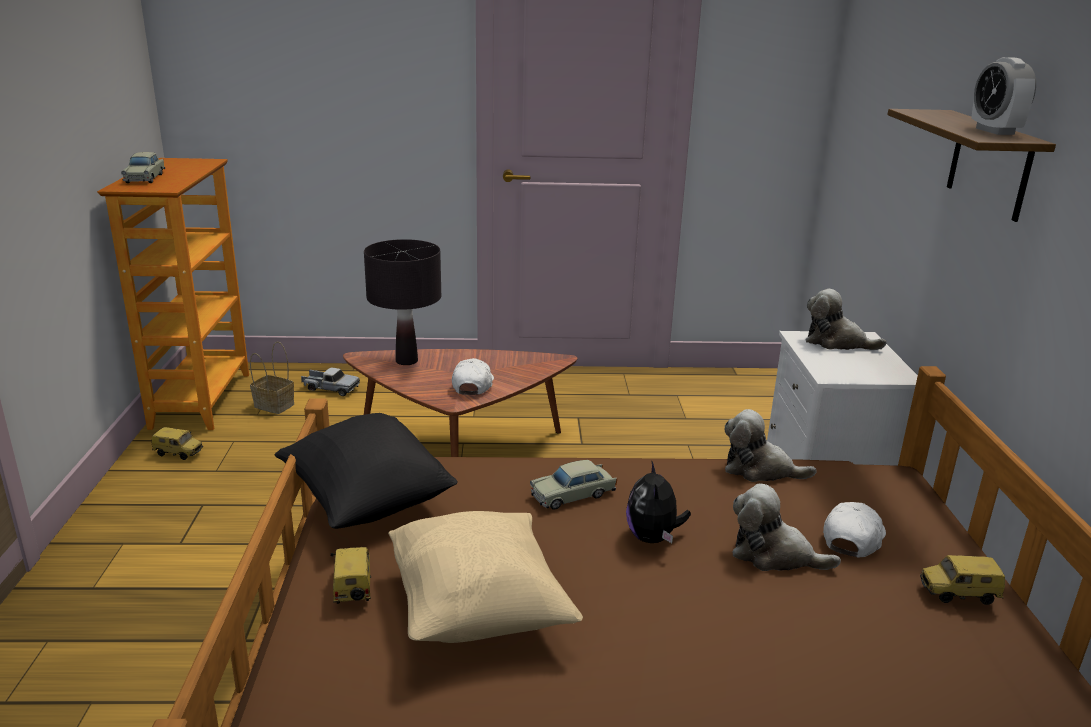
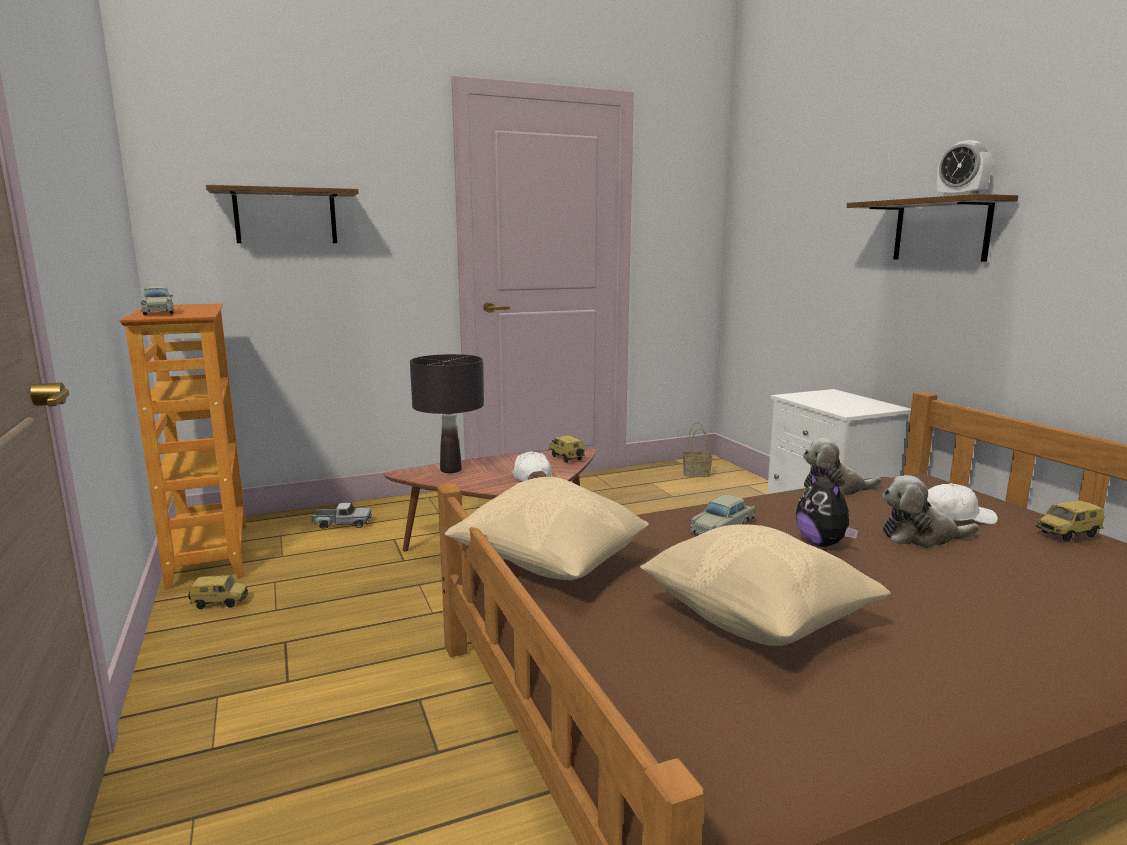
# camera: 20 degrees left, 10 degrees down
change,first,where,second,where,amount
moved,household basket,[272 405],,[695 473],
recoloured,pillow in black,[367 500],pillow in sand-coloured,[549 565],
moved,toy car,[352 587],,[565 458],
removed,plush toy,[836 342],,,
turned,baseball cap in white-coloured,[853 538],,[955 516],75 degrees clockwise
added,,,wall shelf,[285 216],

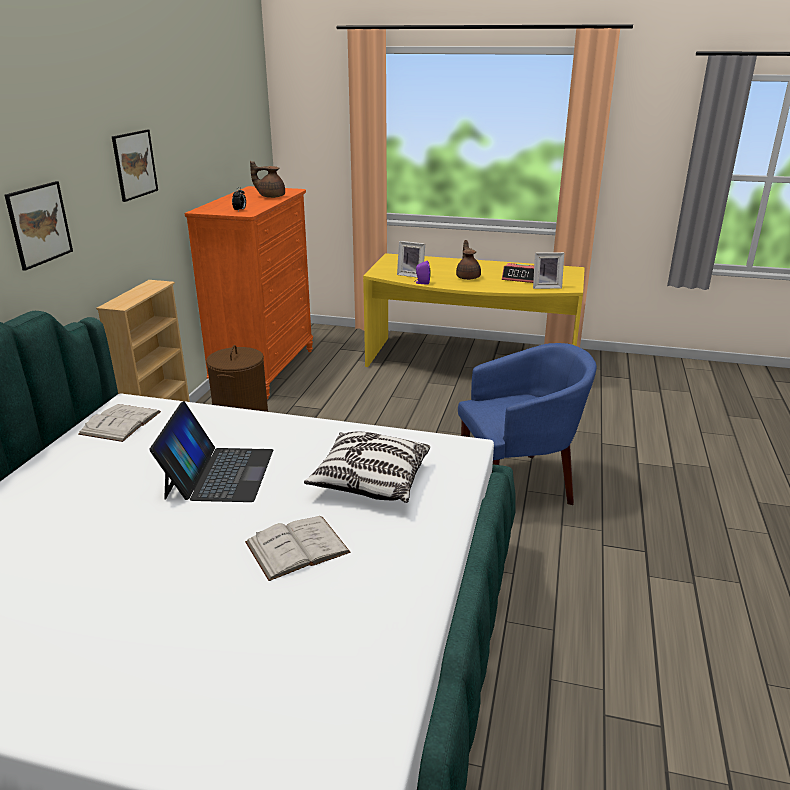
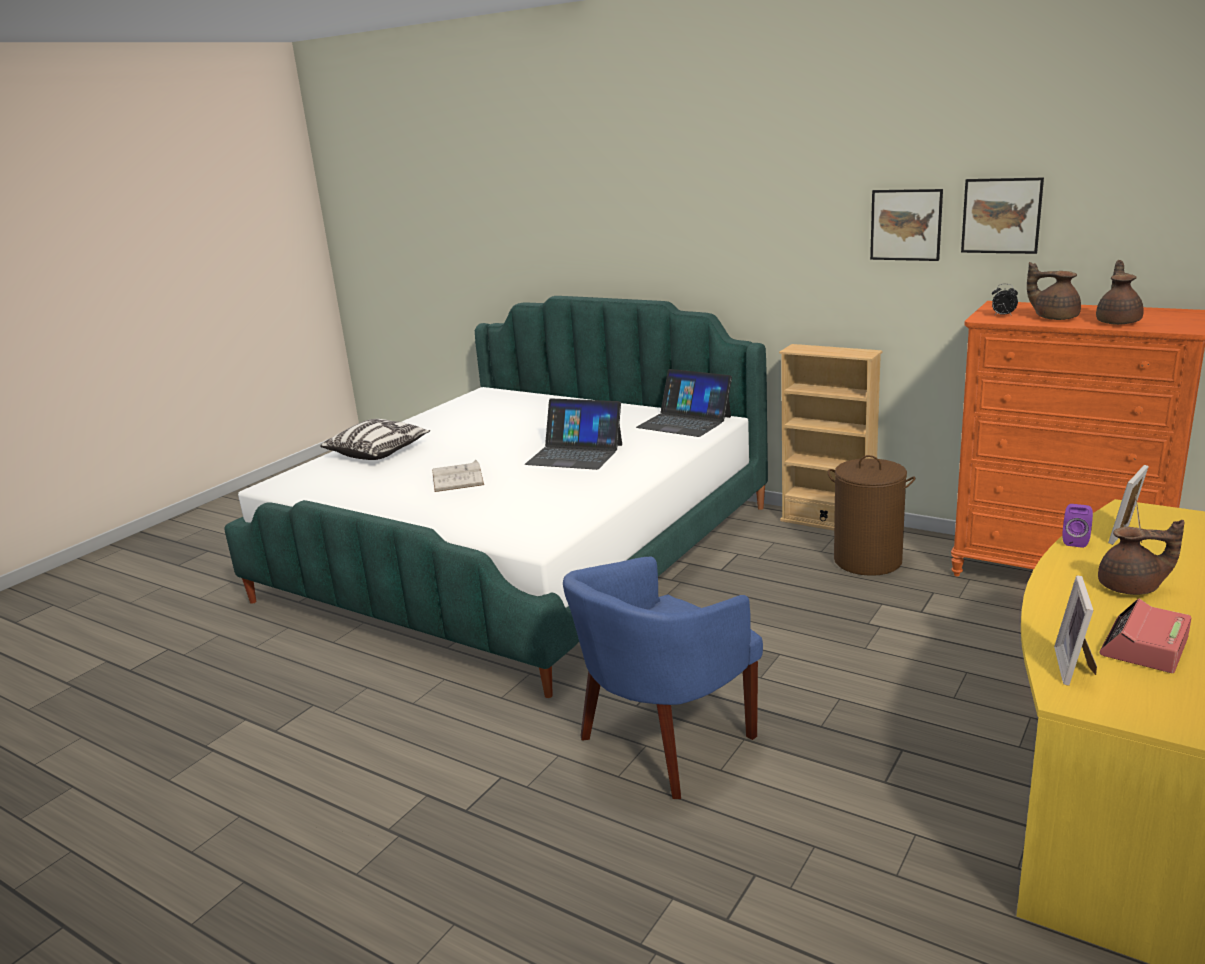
# camera: 110 degrees right, 5 degrees down
change,first,where,second,where,amount
moved,wall picture,[39 224],,[1001 215],
replaced,book in white-coloured,[120 423],portable computer,[684 422],
moved,pillow,[370 481],,[378 452],
turned,lounge chair in blue,[519 484],,[664 742],45 degrees clockwise
added,,,pot for tea in brown-coloured,[1054 317],

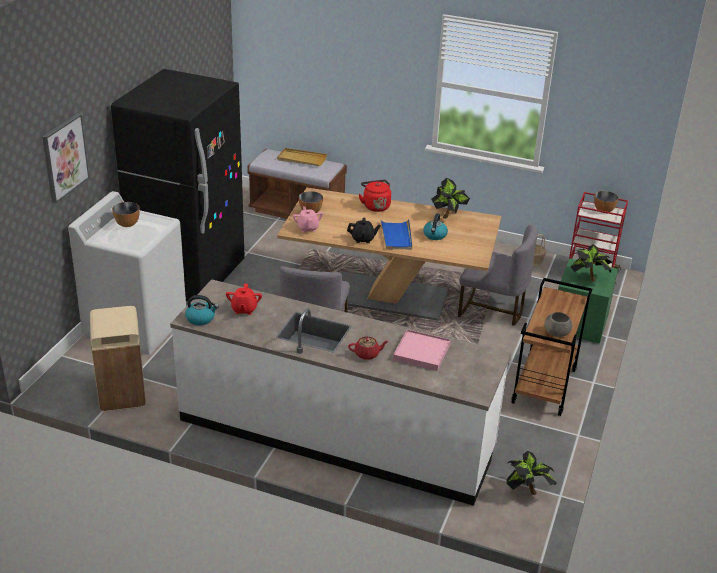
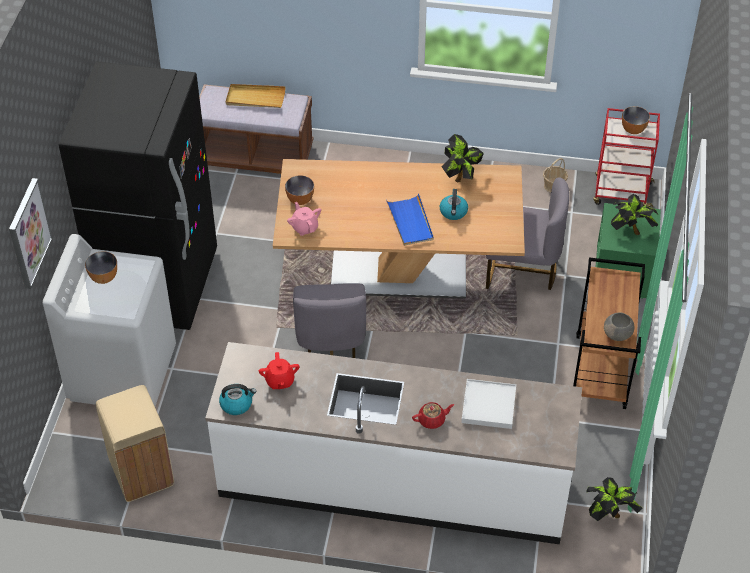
# camera: 10 degrees left, 15 degrees up
change,first,where,second,where,amount
removed,pot for tea in black,[363 239],,,
removed,kettle in reddish,[375 206],,,
recoloured,carrying tray in pink-coloured,[422 352],carrying tray in white-coloured,[489 405],

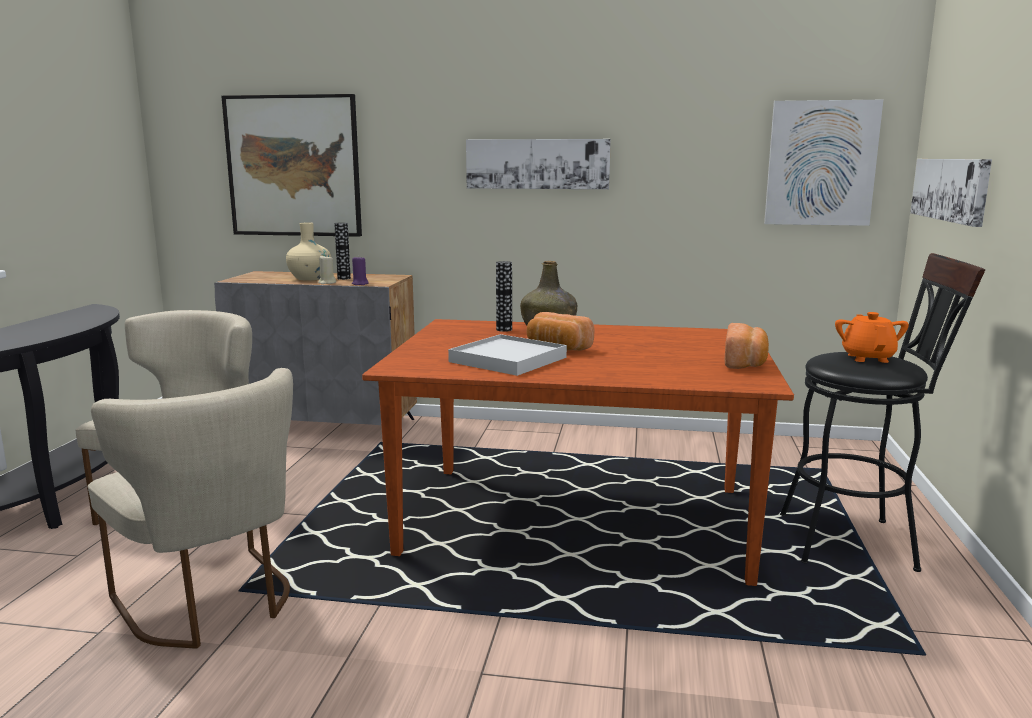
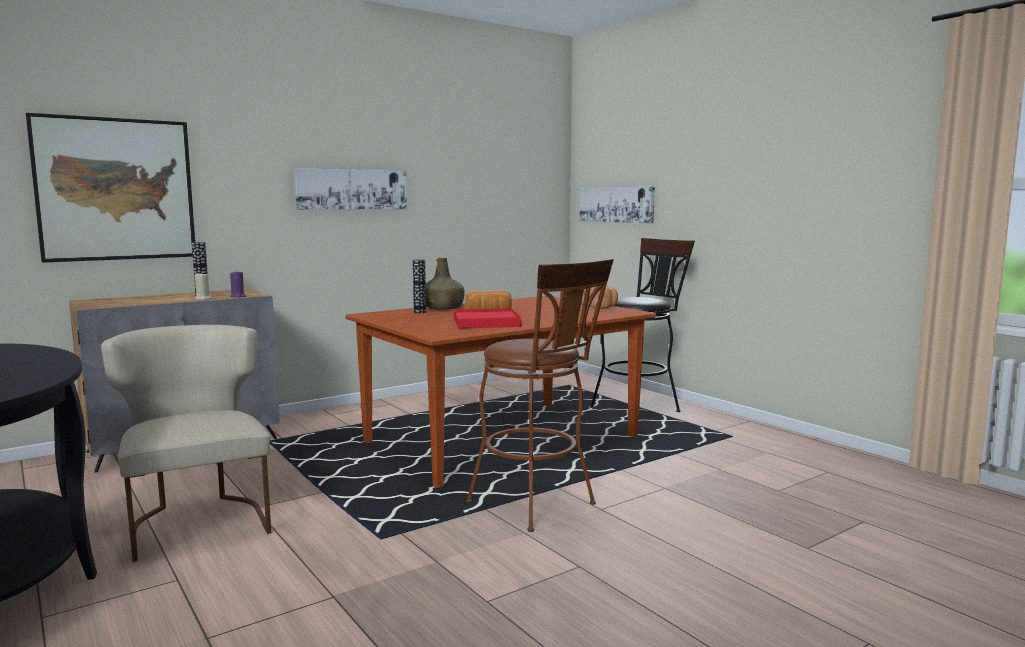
# camera: 45 degrees left, 5 degrees down
change,first,where,second,where,amount
removed,chair in sand-coloured,[212 604],,,
removed,decorative vase in sand-coloured,[310 278],,,
recoloured,carrying tray in white-coloured,[508 359],carrying tray in reddish,[486 322],
removed,wall picture,[821 163],,,
removed,pot for tea in orange,[867 358],,,
added,,,stool seat in brown-coloured,[538 506],

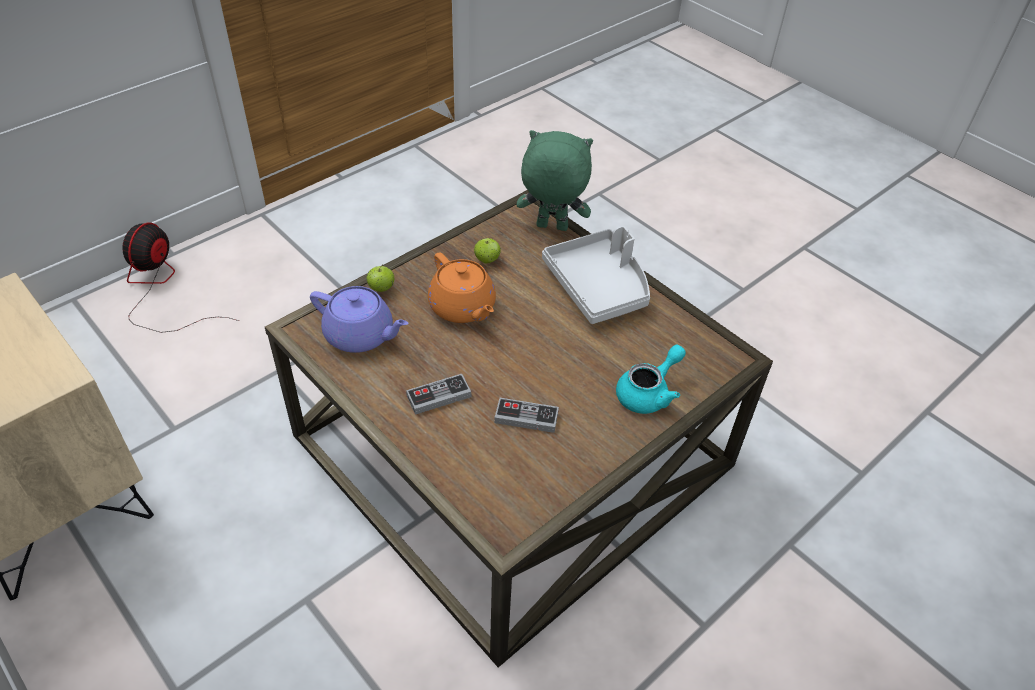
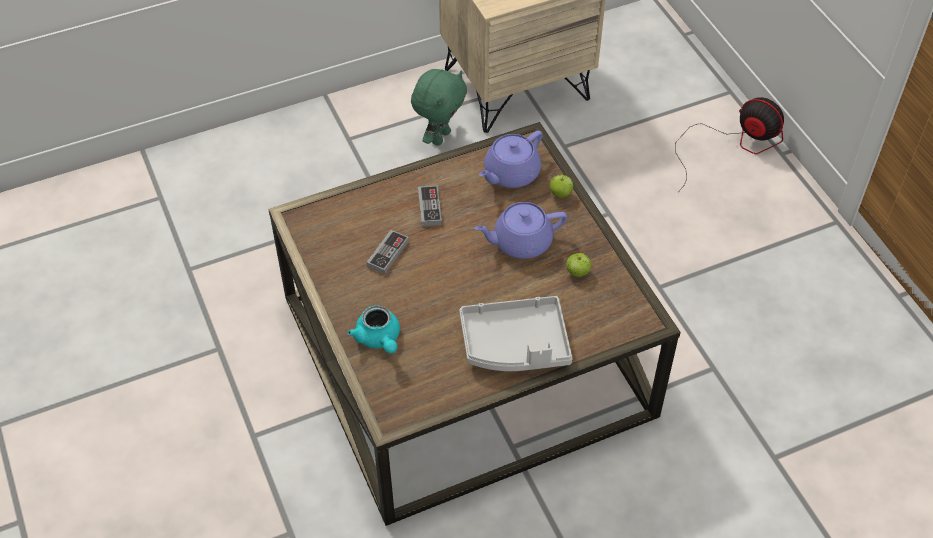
# camera: 110 degrees right, 5 degrees up
change,first,where,second,where,amount
recoloured,pot for tea in orange,[463 308],pot for tea in purple,[520 242],
moved,plush toy in green-coloured,[551 228],,[440 137],

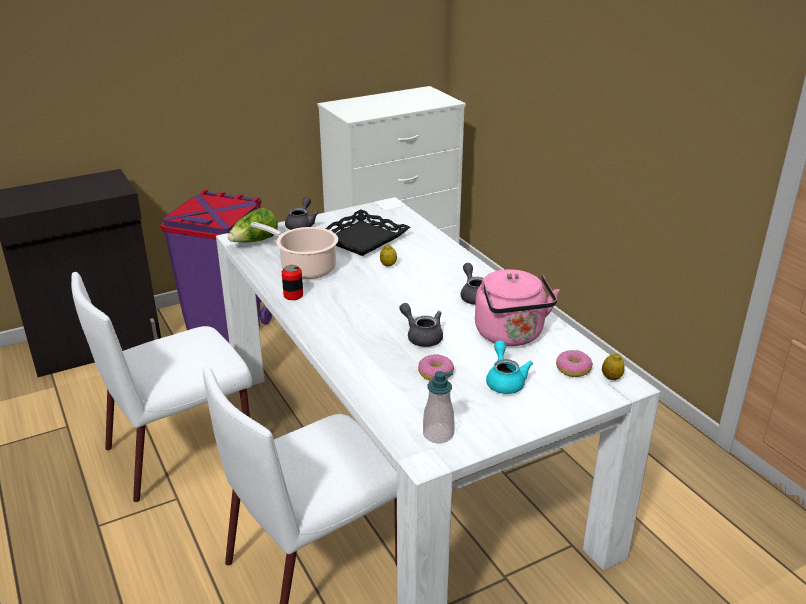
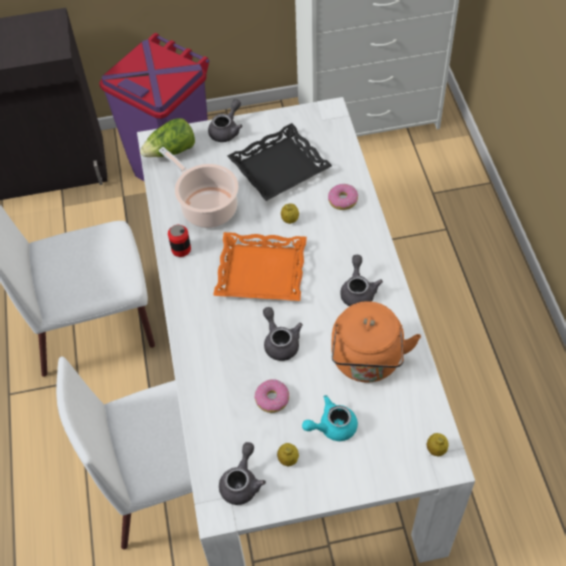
# camera: 20 degrees right, 25 degrees up
change,first,where,second,where,amount
replaced,liquid soap bottle,[438 434],pot for tea in greyish,[242 482],
recoloured,kettle in pink-coloured,[511 335],kettle in orange,[367 362],
turned,pot for tea in turquoise,[505 381],,[332 426],120 degrees counterclockwise
moved,donut,[573 369],,[343 200],
added,,,carrying tray in orange,[261 271],
added,,,citrus fruit,[288 459],

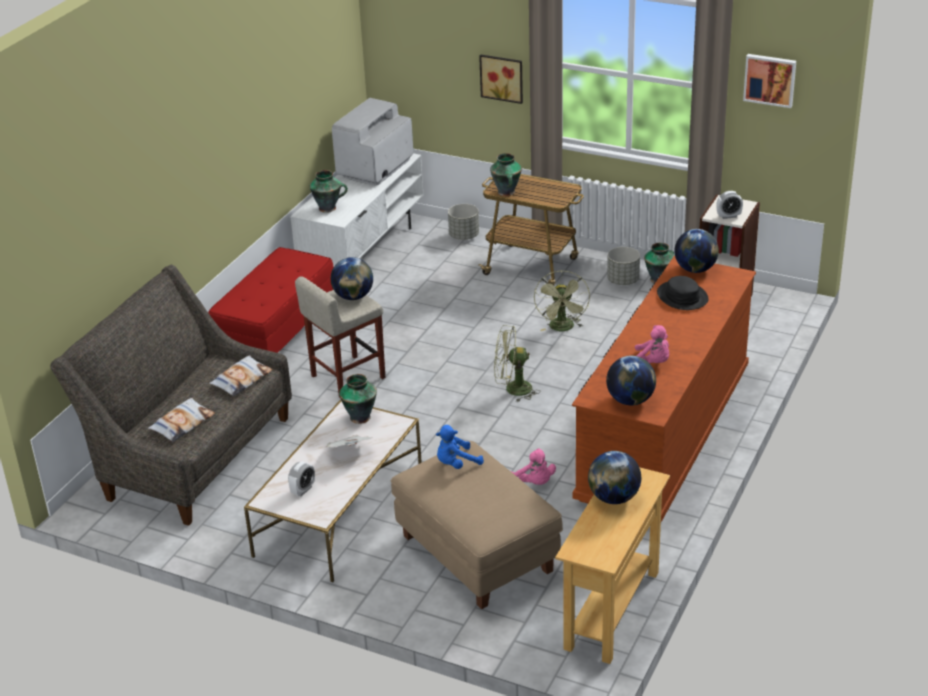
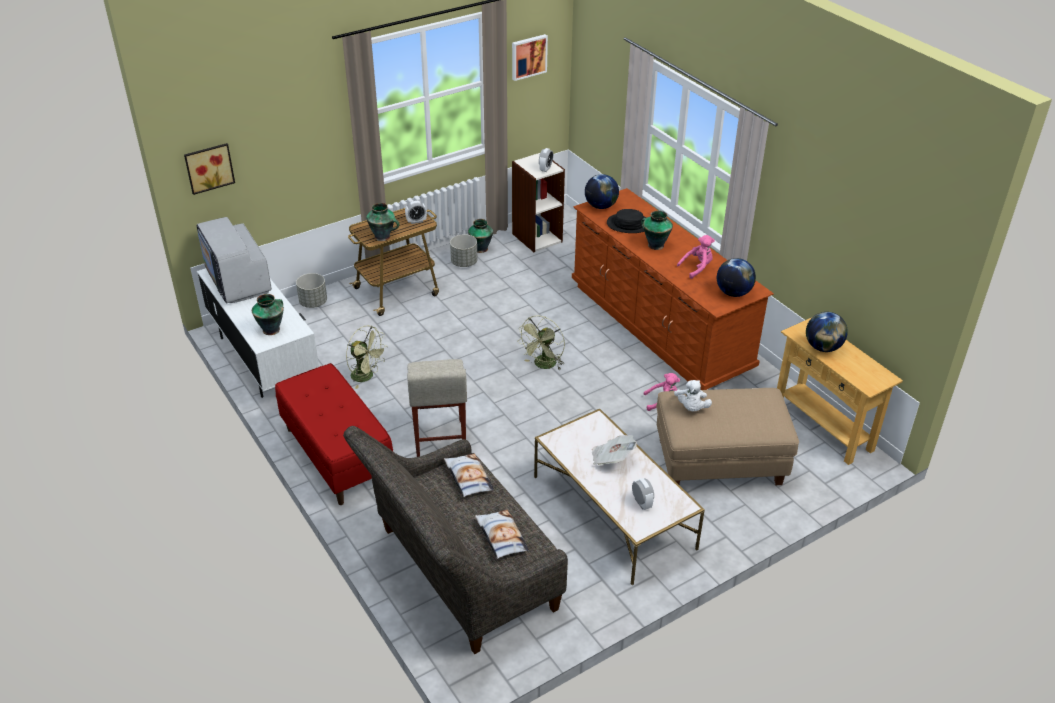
# camera: 60 degrees left, 5 degrees up
change,first,where,second,where,amount
removed,desk globe,[353 297],,,
moved,decorative vase,[360 417],,[655 245],
recoloured,plush toy in blue,[456 463],plush toy in white-coloured,[691 408],
moved,wall picture,[502 77],,[209 167],
moved,fan in green-coloured,[563 328],,[367 376],
added,,,table clock,[416 221],

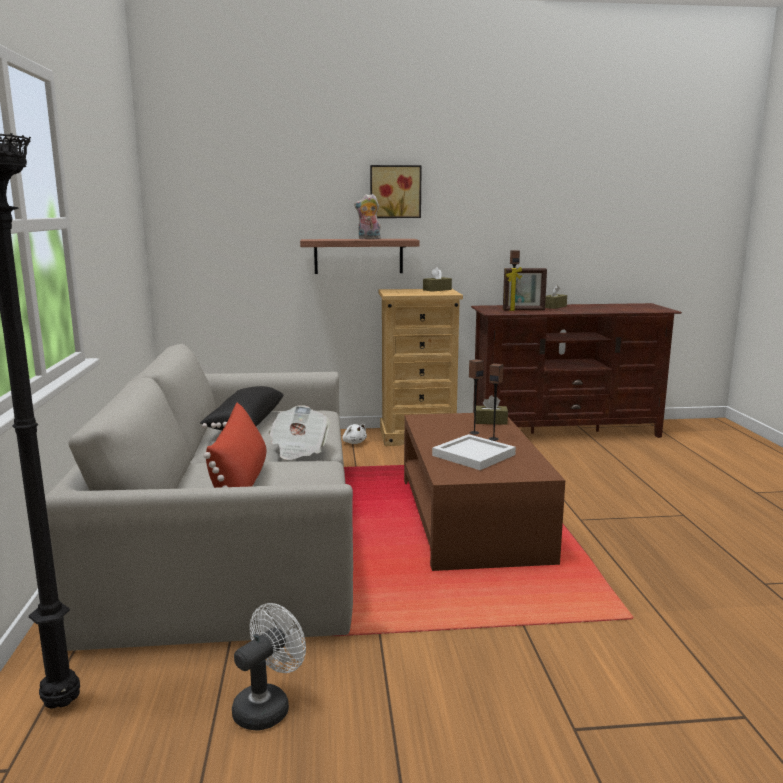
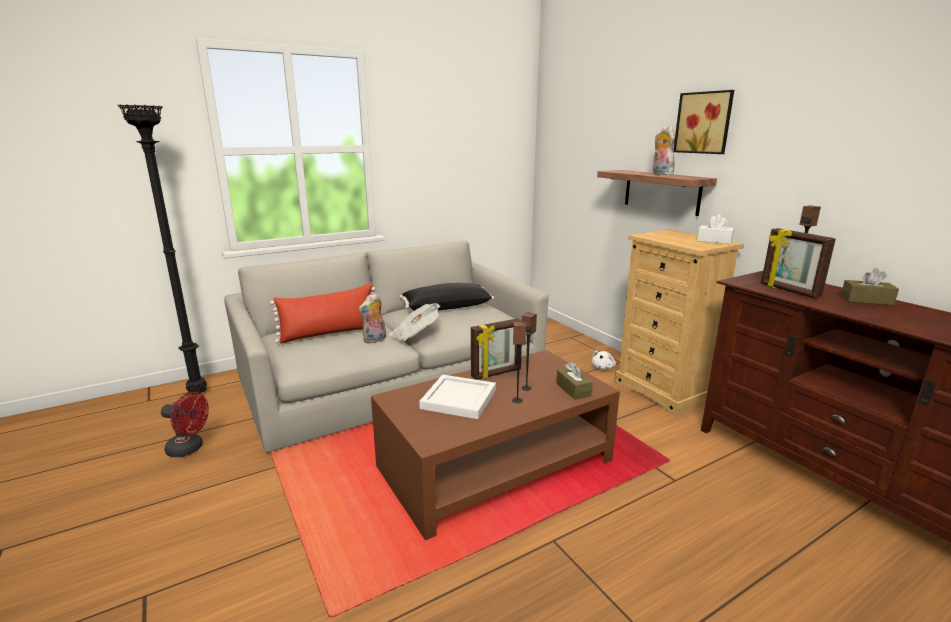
# camera: 65 degrees right, 5 degrees up
change,first,where,second,where,amount
recoloured,fan in white-coloured,[267 706],fan in reddish,[190 449],
recoloured,box of tissues in brown-coloured,[437 290],box of tissues in white-coloured,[714 241],
added,,,plush toy,[375 340],
added,,,photo frame,[496 373],

